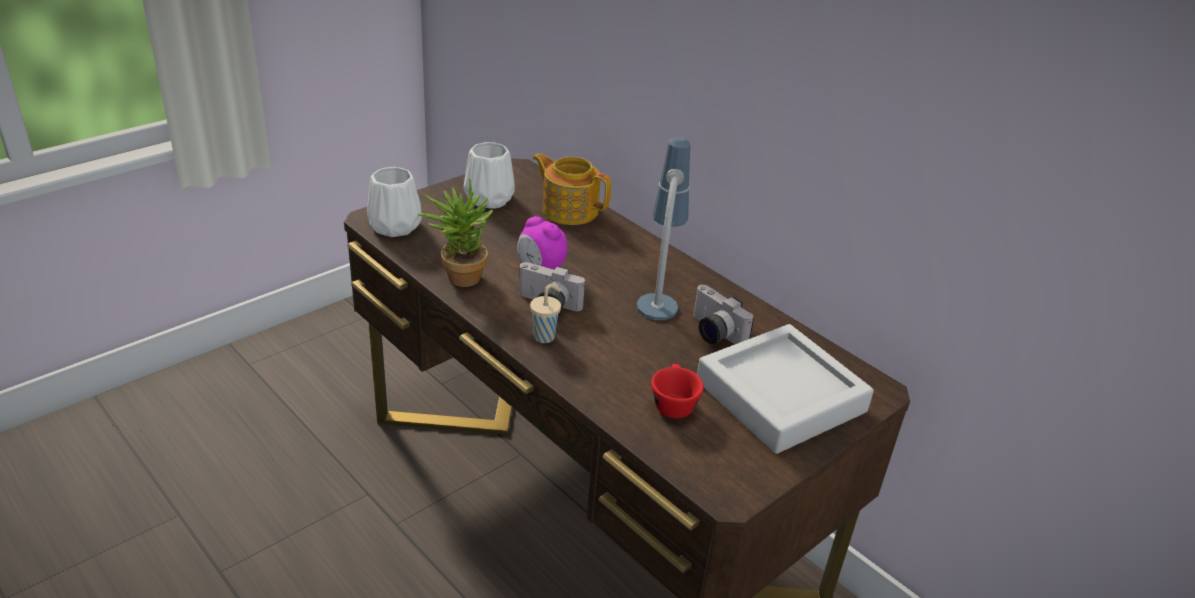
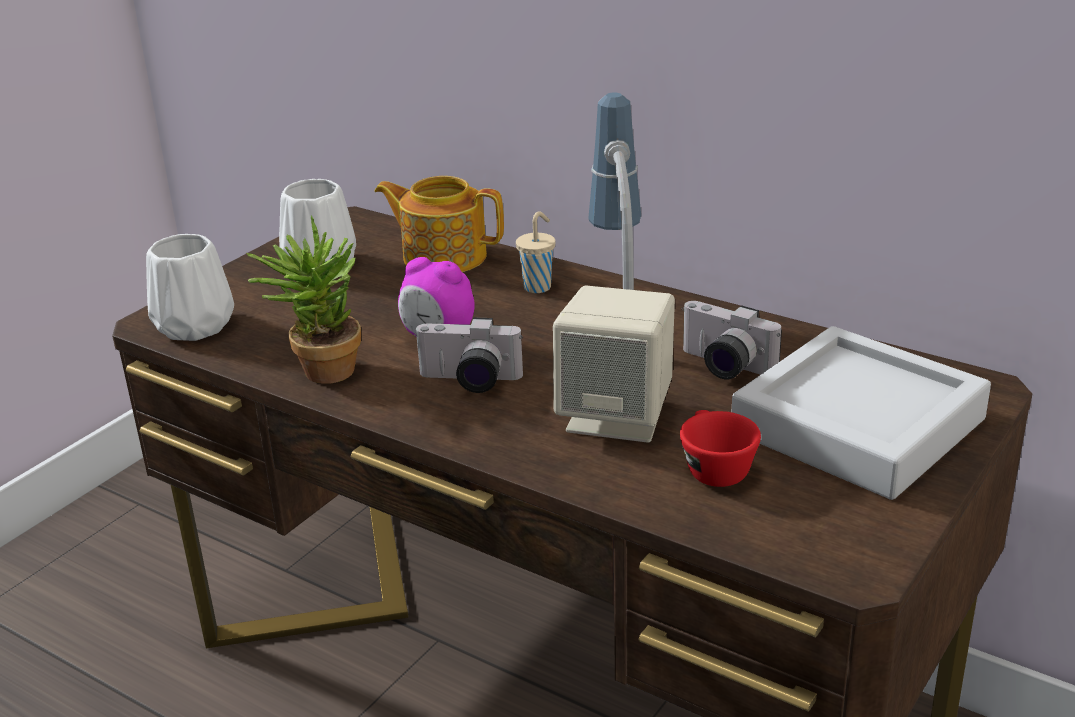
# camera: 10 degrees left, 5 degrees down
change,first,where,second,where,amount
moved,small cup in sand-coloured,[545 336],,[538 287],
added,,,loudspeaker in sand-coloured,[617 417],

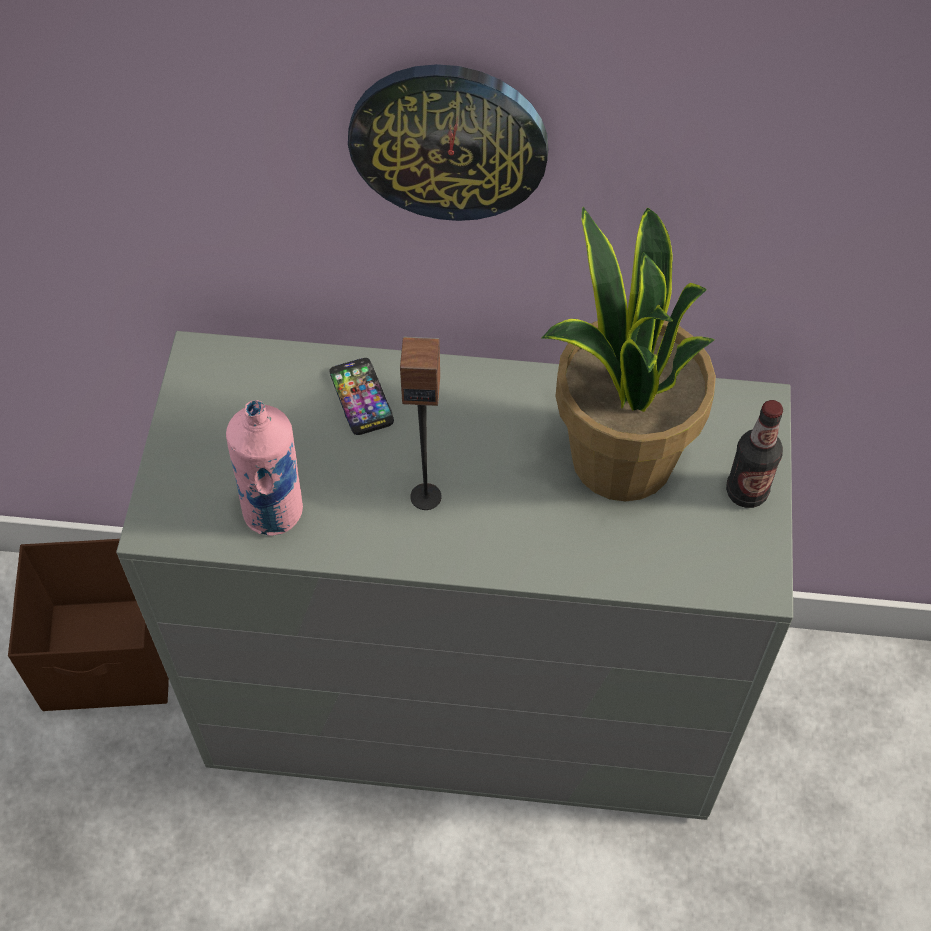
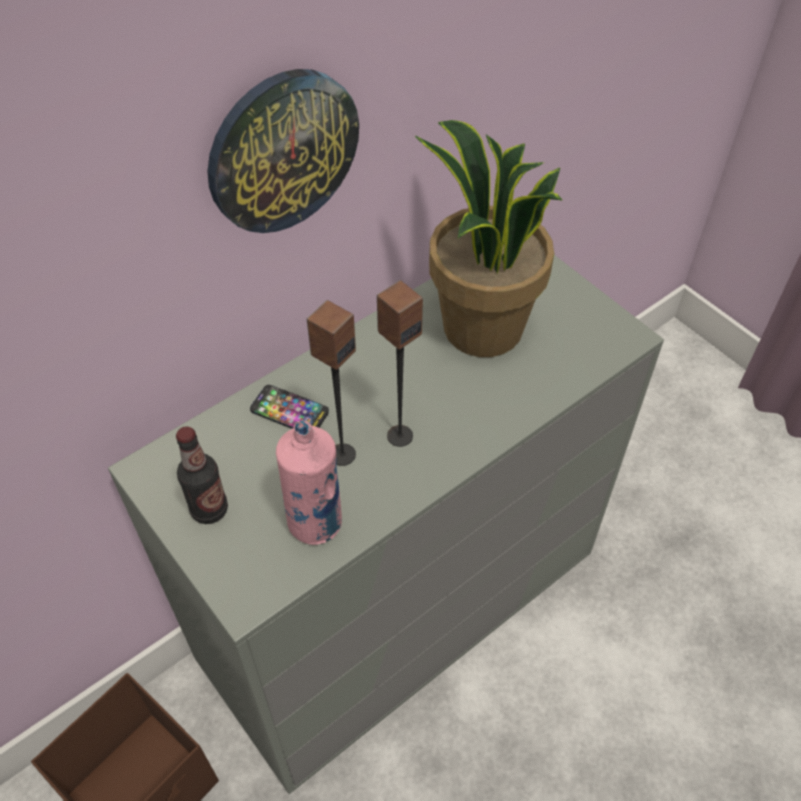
# camera: 45 degrees left, 5 degrees down
change,first,where,second,where,amount
moved,bottle,[746 492],,[209 509],
added,,,loudspeaker,[342 454],

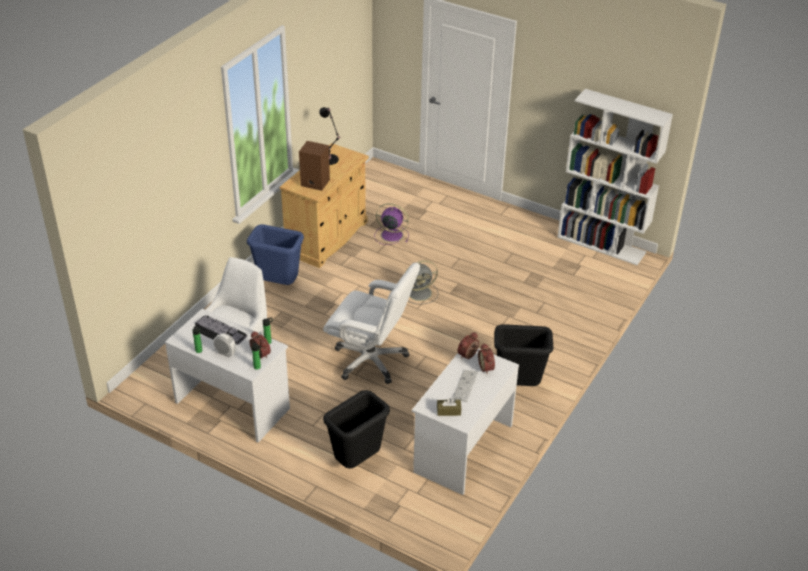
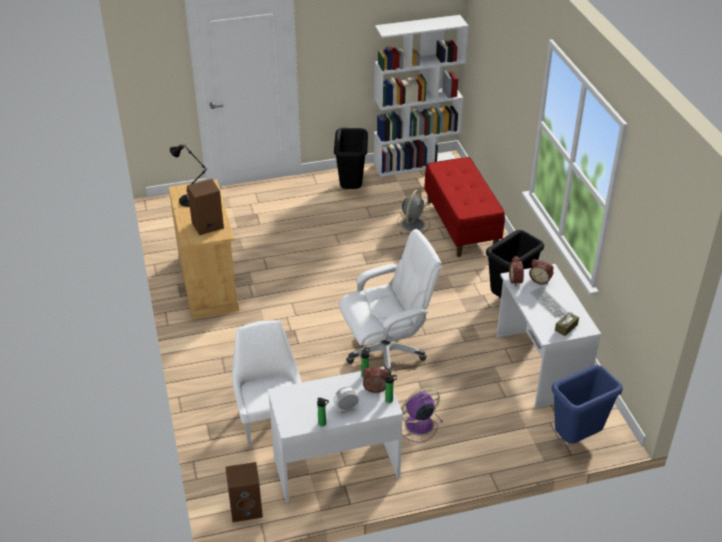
# camera: 45 degrees left, 0 degrees up
change,first,where,second,where,amount
removed,keyboard,[218 332],,,
moved,waste bin in blue,[278 285],,[576 438],
moved,waste bin in black,[357 462],,[351 188],
moved,fan in purple,[390 235],,[417 425],
moved,fan in greyish,[421 293],,[413 224],
added,,,loudspeaker in brown-coloured,[247 508],
added,,,long seat in reddish,[461 225],

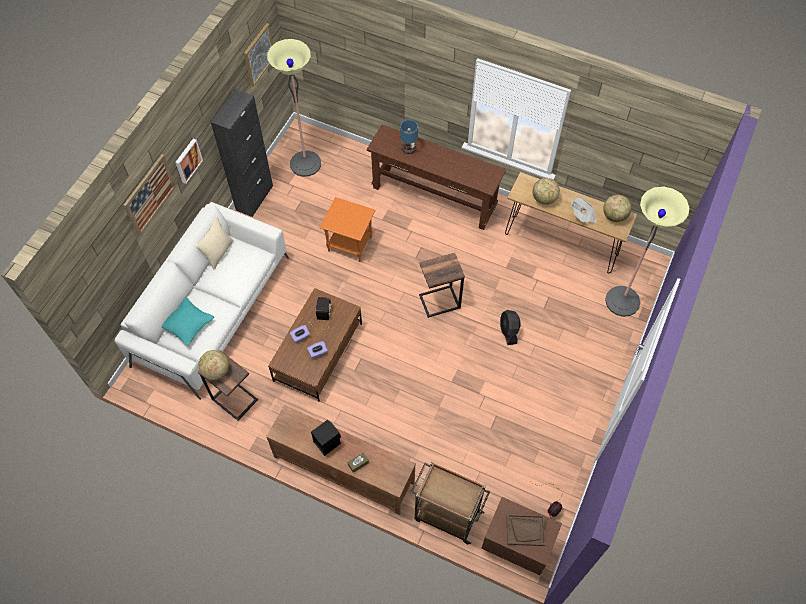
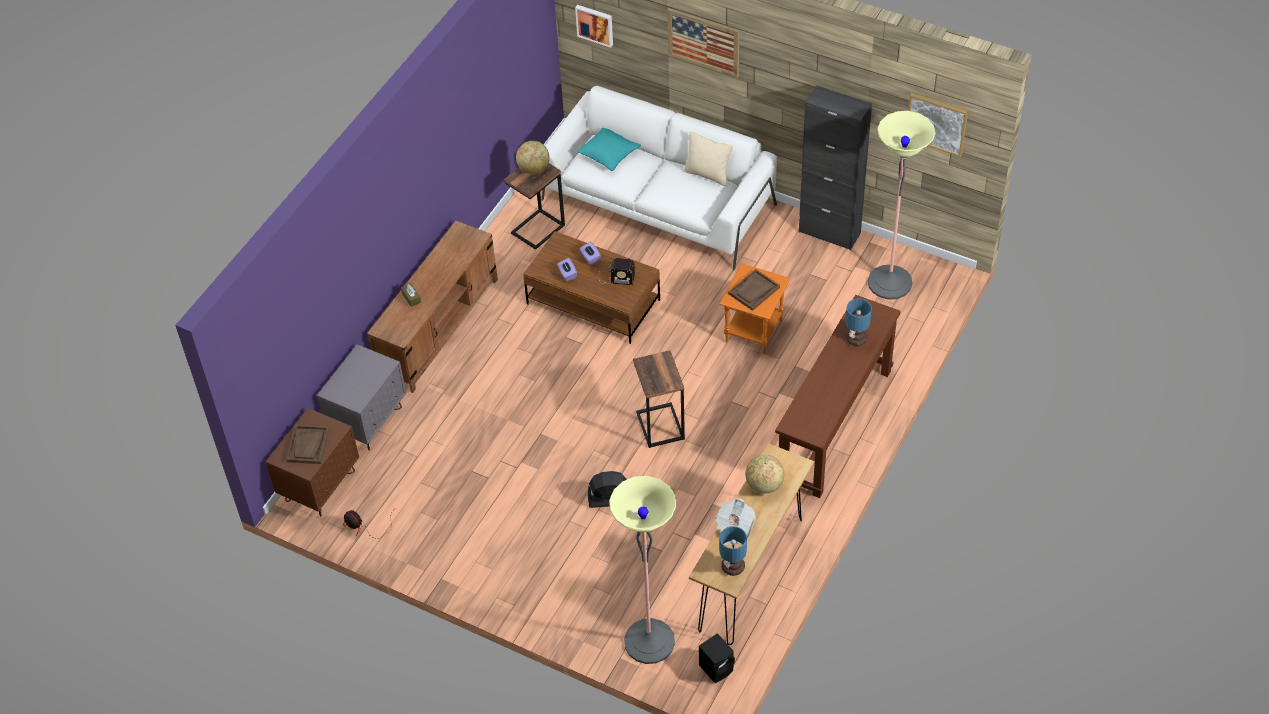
# camera: 95 degrees right, 10 degrees down
change,first,where,second,where,amount
moved,wall picture,[187 160],,[595 24],
moved,loudspeaker in black,[326 442],,[717 667],
replaced,cart in brown-coloured,[446 515],nightstand in greyish,[368 422],
replaced,desk globe,[614 216],lamp for a table,[732 567],
added,,,carrying tray in brown-coloured,[754 291],

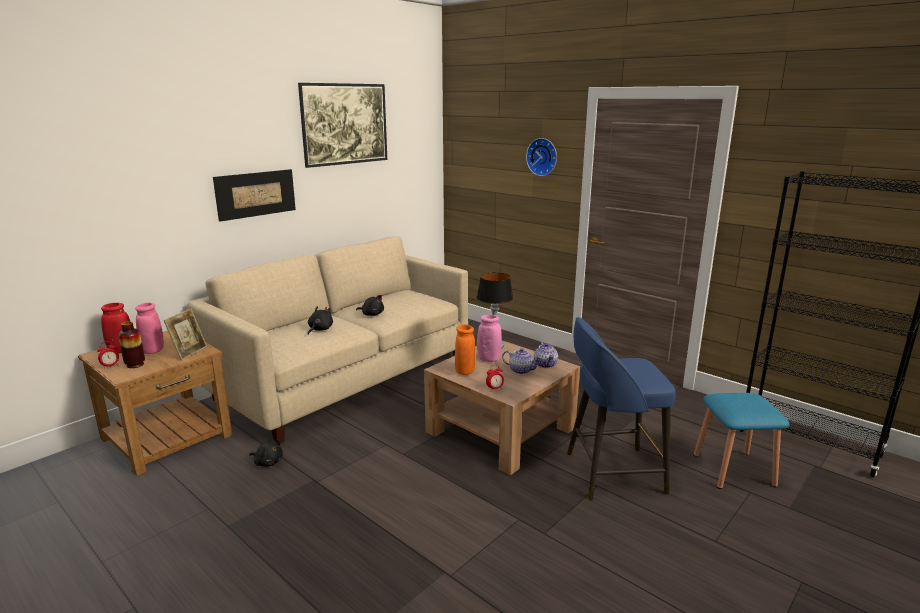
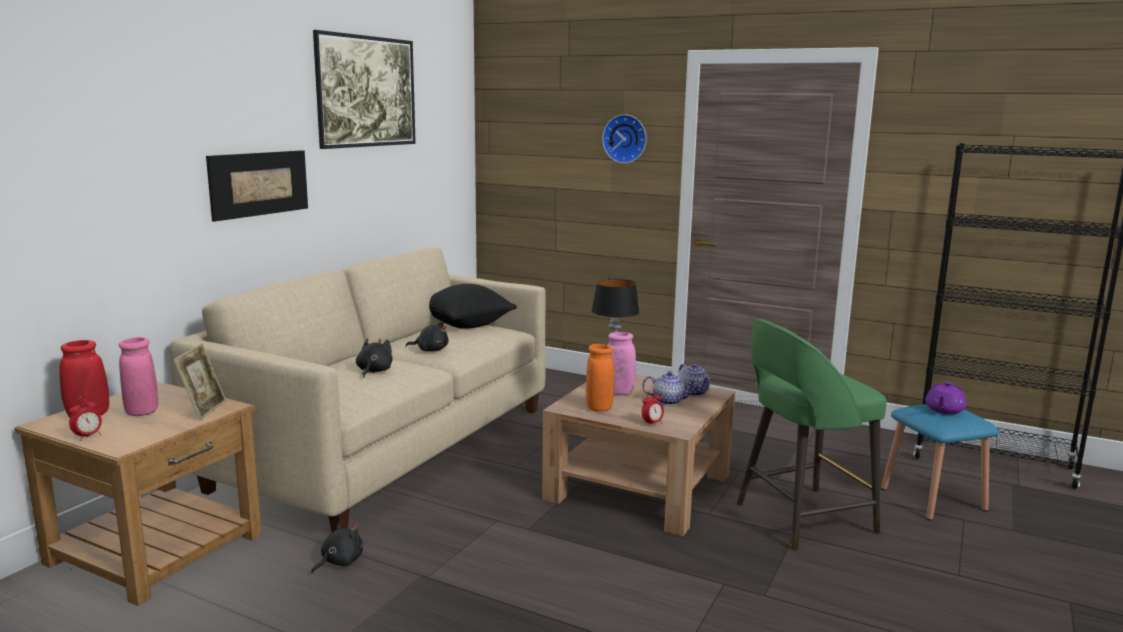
# camera: 15 degrees left, 5 degrees down
change,first,where,second,where,amount
removed,decorative vase,[135 365],,,
turned,plush toy in black,[268 462],,[339 562],60 degrees counterclockwise
recoloured,stool seat in blue,[611 473],stool seat in green-coloured,[801 518],
added,,,pillow in black,[466 325],
added,,,pot for tea in purple,[944 410],

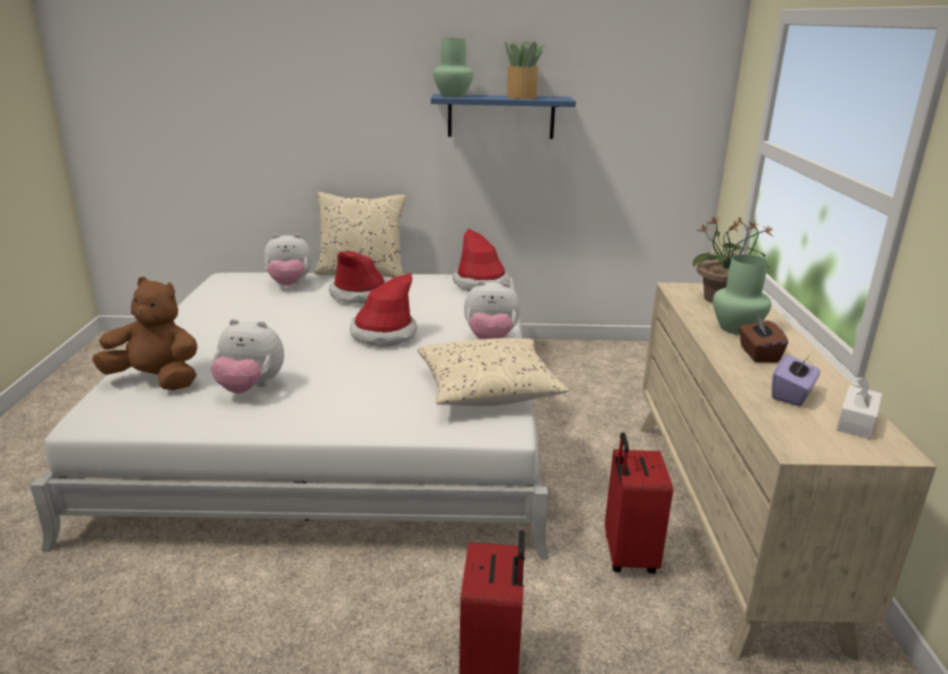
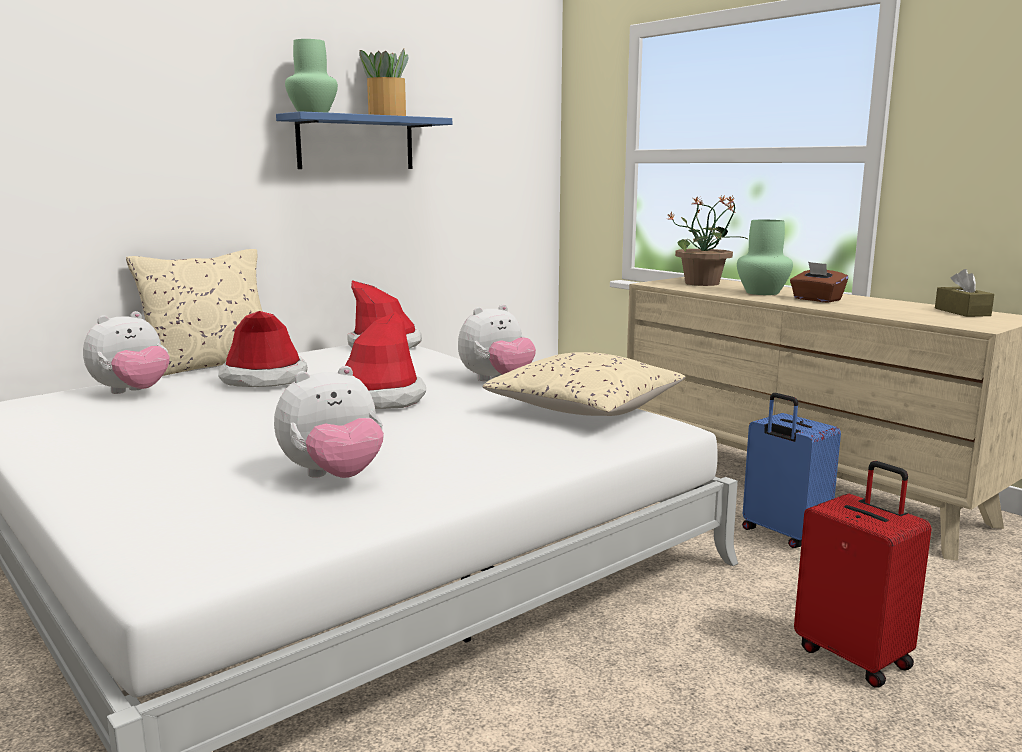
# camera: 40 degrees left, 10 degrees down
change,first,where,second,where,amount
removed,plush toy in brown-coloured,[156 380],,,
recoloured,piece of luggage in reddish,[627 555],piece of luggage in blue,[782 534],
removed,box of tissues in purple,[792 395],,,
recoloured,box of tissues in white-coloured,[856 422],box of tissues in brown-coloured,[962 312],

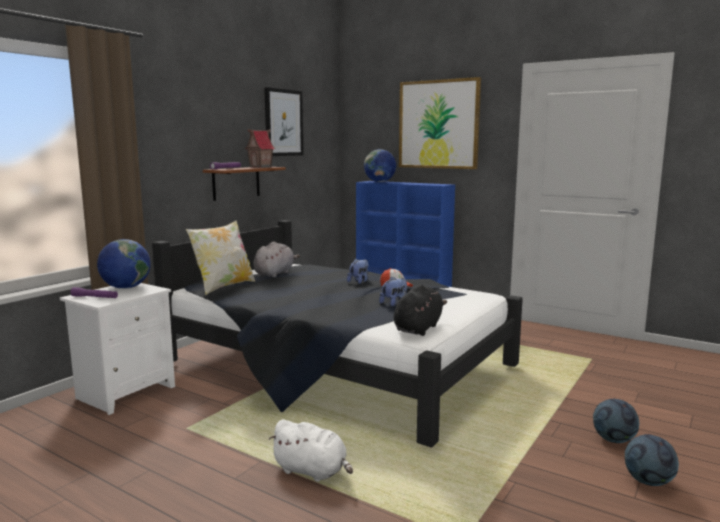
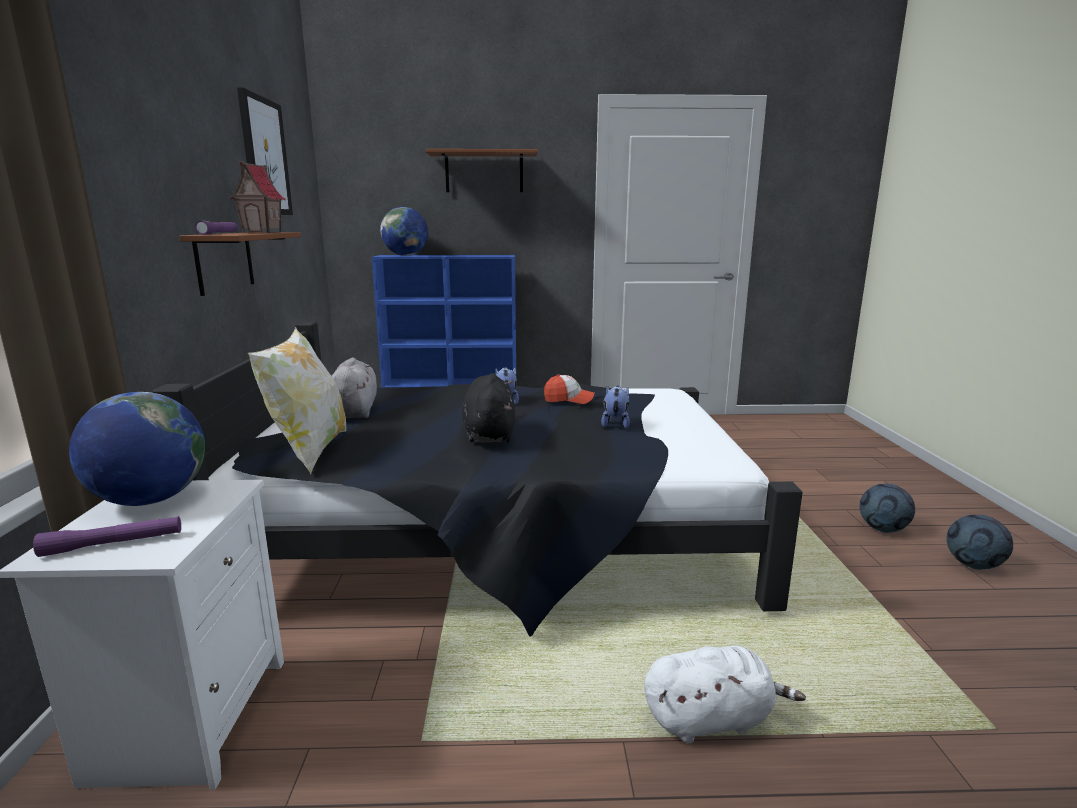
# camera: 35 degrees left, 5 degrees up
change,first,where,second,where,amount
moved,plush toy in black,[418 328],,[489 433],
replaced,wall picture,[438 124],wall shelf in brown-coloured,[484 172],

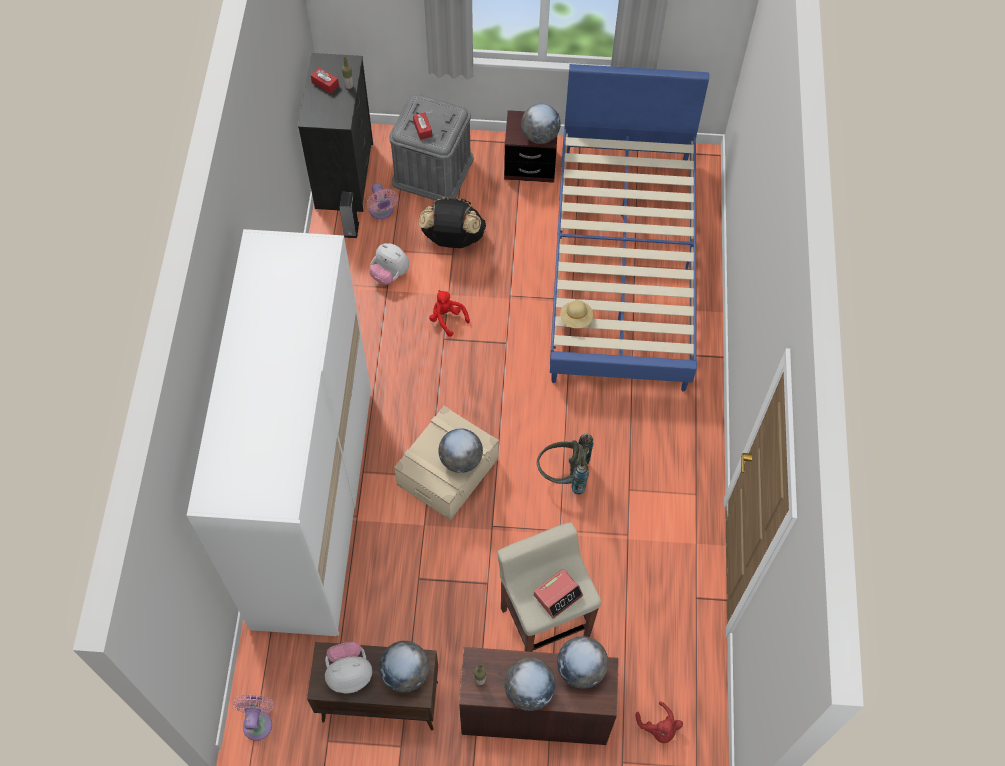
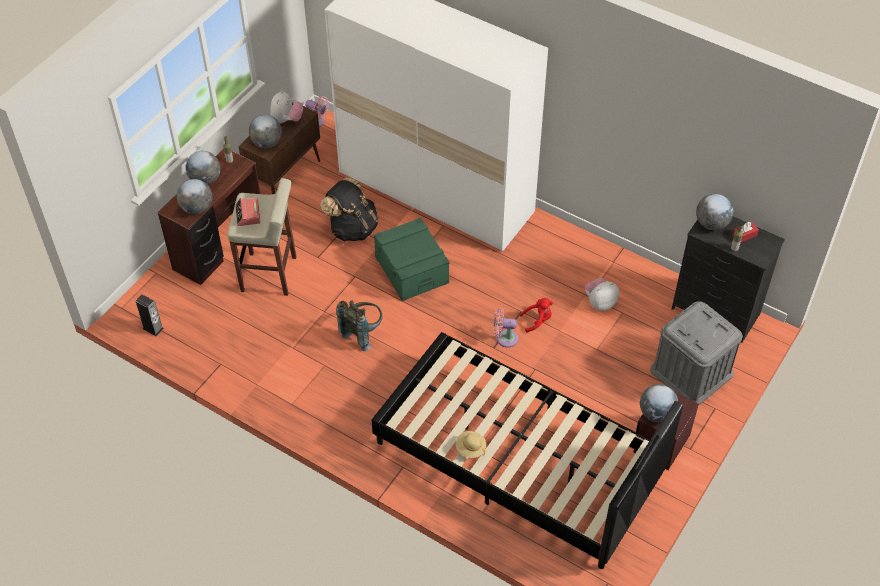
# camera: 120 degrees right, 10 degrees down
change,first,where,second,where,amount
moved,loudspeaker,[351 229],,[153 328],
moved,fan in pink-coloured,[382 211],,[504 338],
recoloured,storage container in sand-coloured,[447 471],storage container in green-coloured,[412 269],
removed,box of tissues in reddish,[422 129],,,
moved,rucksack in black,[452 238],,[352 228],
moved,desk globe,[461 460],,[711 223],
recoloured,sleeping bed in blue,[622 266],sleeping bed in black,[518 459],
moved,clothing hat in sand-coloured,[576 319],,[470 448],
removed,plush toy in reddish,[659 728],,,

